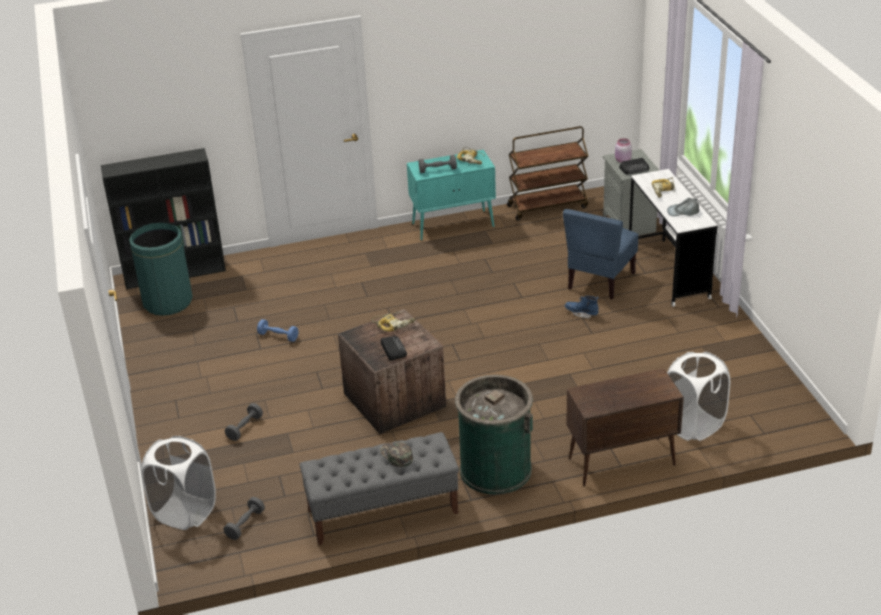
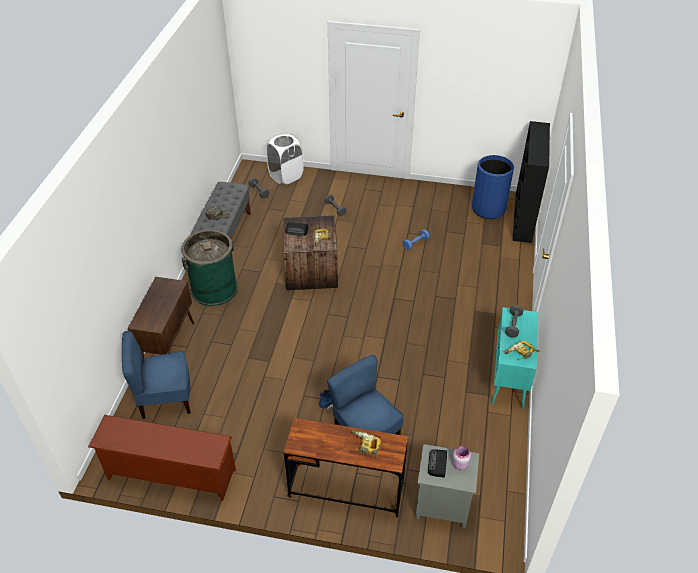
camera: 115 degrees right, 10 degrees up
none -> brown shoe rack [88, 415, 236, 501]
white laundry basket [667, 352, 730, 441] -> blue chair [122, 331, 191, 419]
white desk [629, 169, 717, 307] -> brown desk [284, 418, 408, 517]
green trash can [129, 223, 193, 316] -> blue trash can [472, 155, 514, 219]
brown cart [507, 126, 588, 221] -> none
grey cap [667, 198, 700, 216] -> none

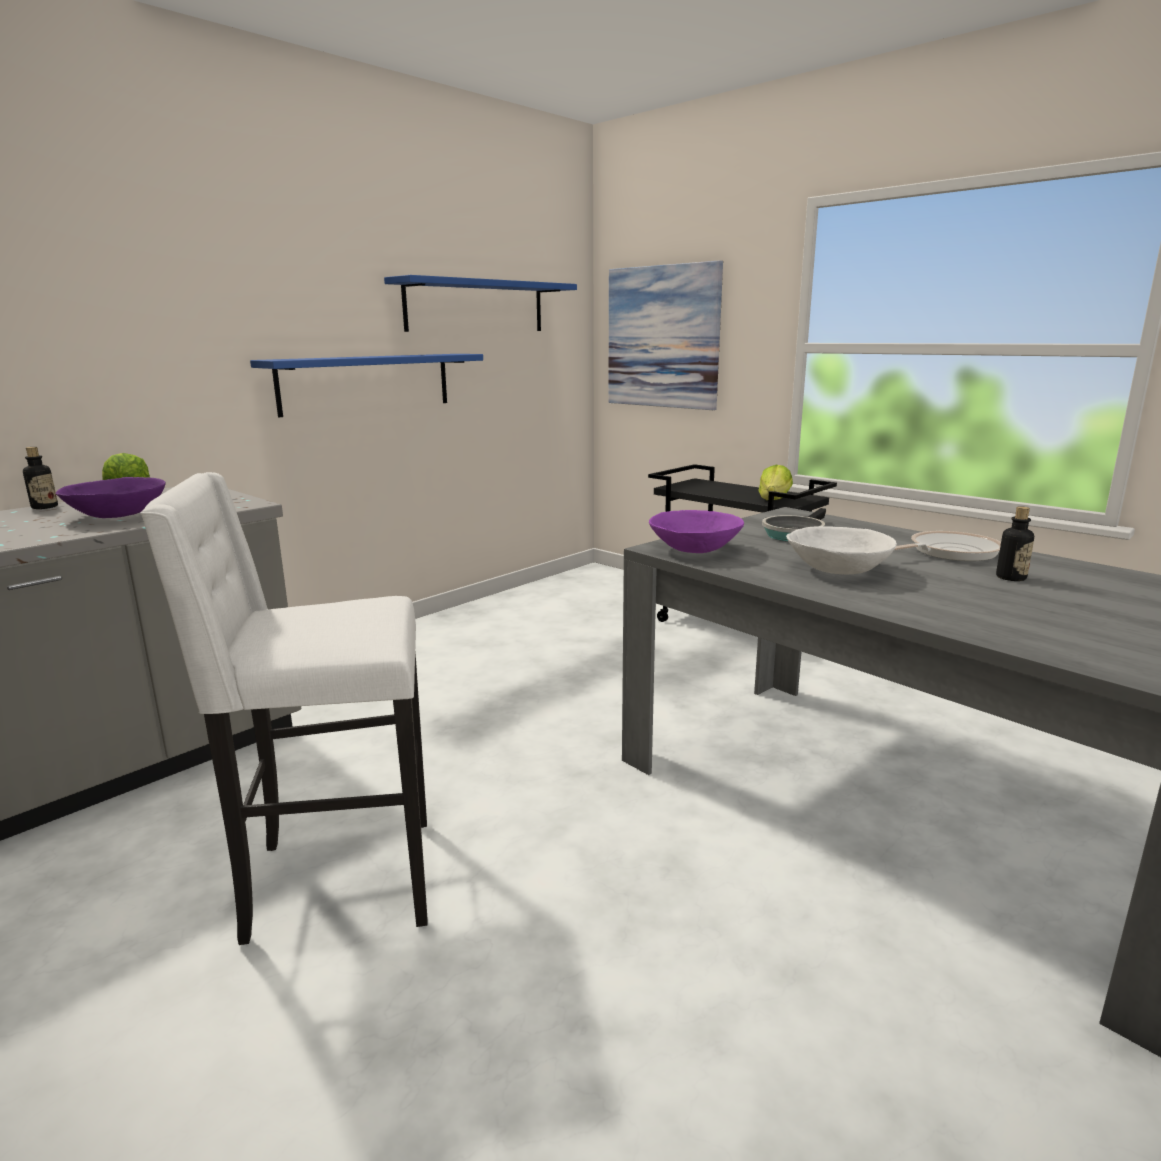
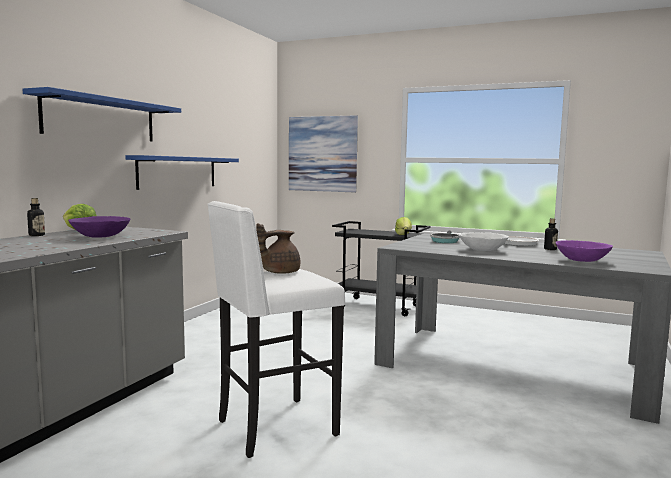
camera: 20 degrees left, 10 degrees down
blue shelf [384, 275, 577, 332] -> blue shelf [23, 87, 181, 141], move
none -> brown teapot [256, 223, 301, 274]
purple bowl [649, 510, 744, 553] -> purple bowl [556, 240, 613, 262], move

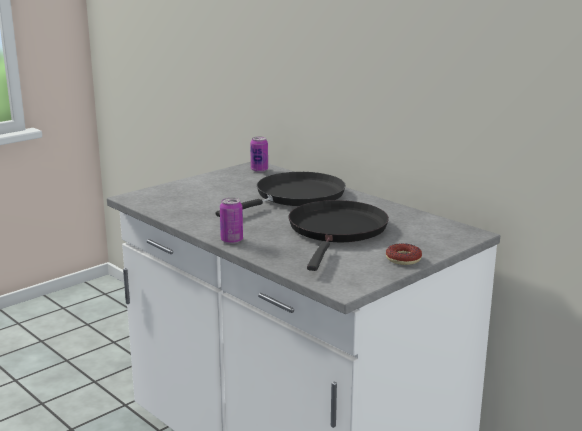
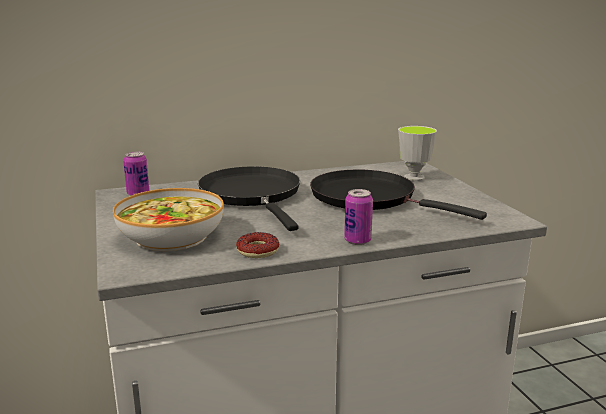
camera: 65 degrees left, 0 degrees up
none -> bowl [113, 188, 224, 251]
donut [386, 243, 422, 265] -> donut [236, 232, 279, 258], move
none -> cup [398, 126, 437, 181]

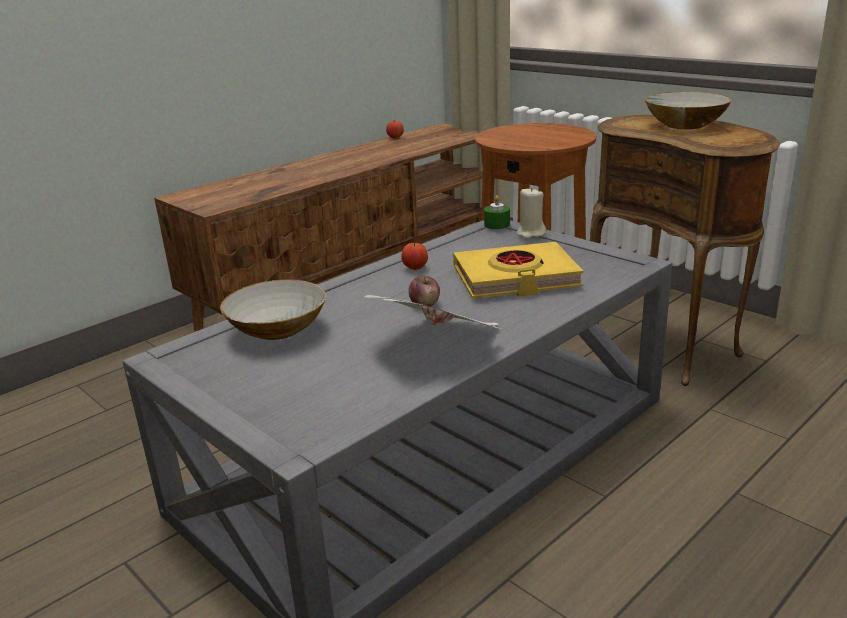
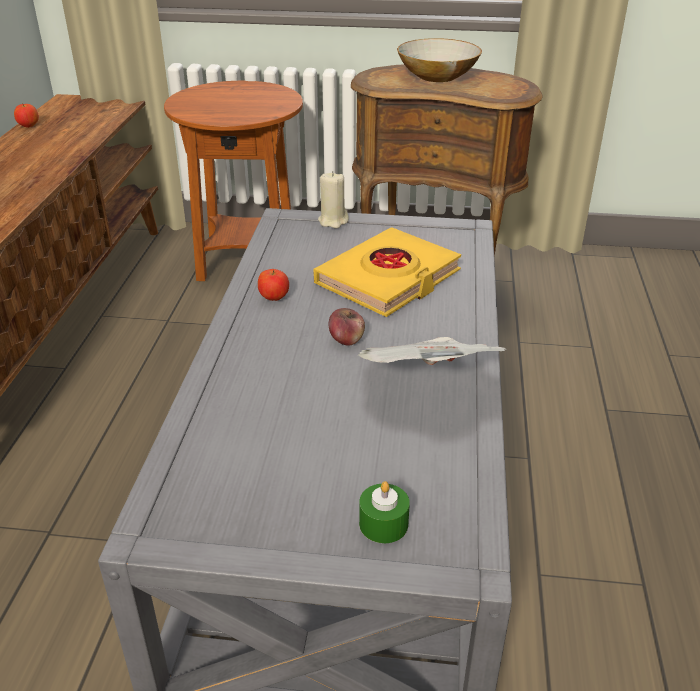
camera: 40 degrees left, 10 degrees up
green candle [484, 195, 510, 229] -> green candle [359, 481, 410, 543], move
bowl [220, 280, 326, 340] -> none

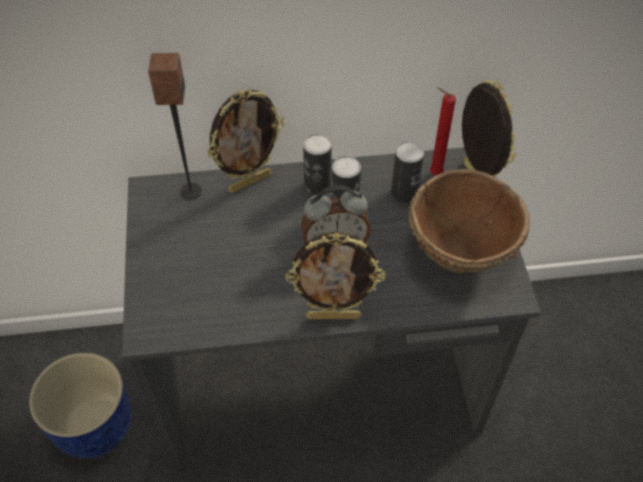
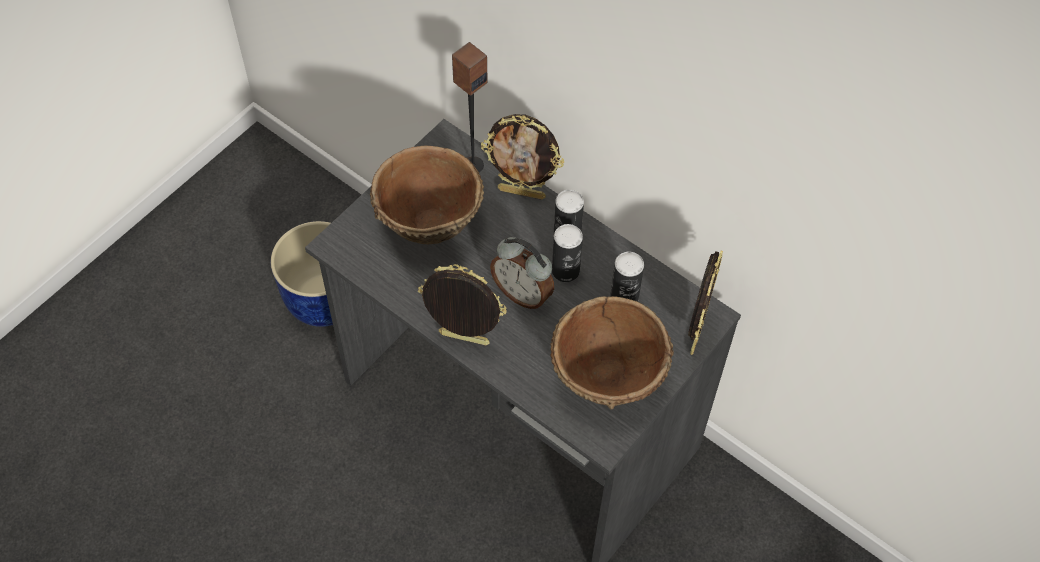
camera: 45 degrees right, 5 degrees up
none -> brown bowl [370, 145, 484, 245]
picture frame [285, 232, 385, 320] -> picture frame [418, 264, 507, 346], 150 degrees clockwise
red candle [430, 87, 456, 175] -> none

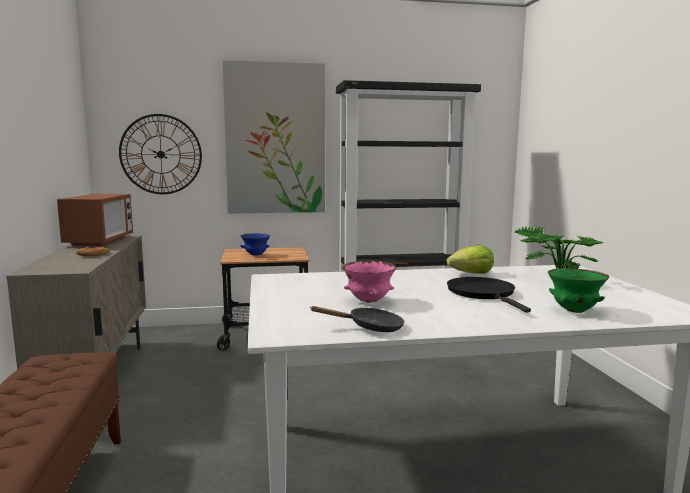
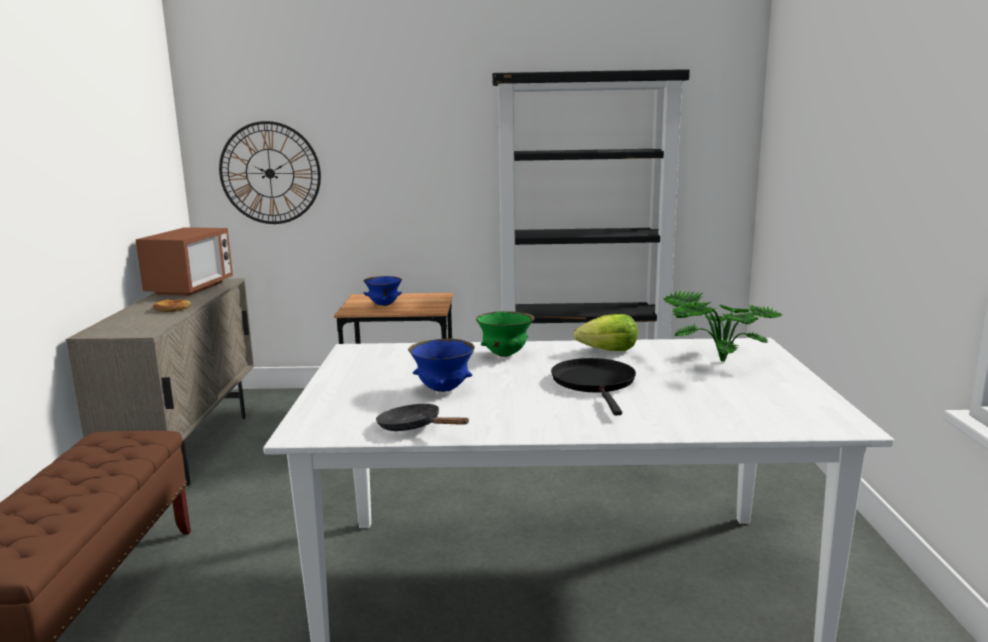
camera: 10 degrees right, 5 degrees up
black frying pan [311, 306, 405, 332] -> black frying pan [376, 404, 469, 431], 150 degrees counterclockwise
pink bowl [342, 260, 397, 303] -> blue bowl [408, 338, 475, 392]
green bowl [548, 268, 609, 313] -> green bowl [476, 311, 534, 357], move
picture [223, 60, 325, 213] -> none

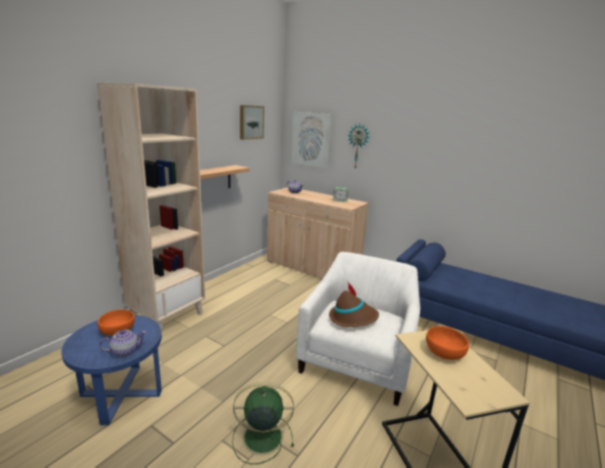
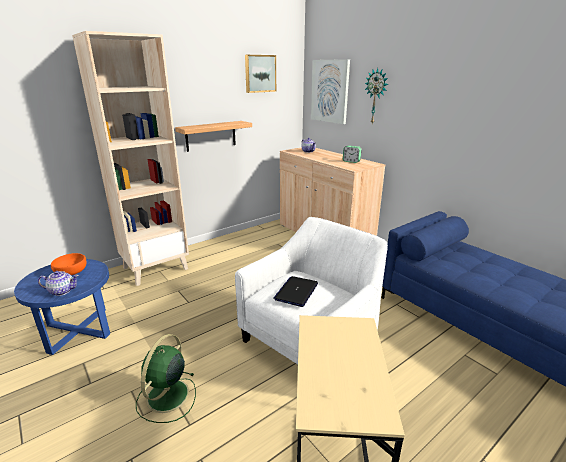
camera: 20 degrees right, 5 degrees up
green fan [232, 382, 294, 464] -> green fan [136, 334, 196, 423], 90 degrees counterclockwise
brown hat [329, 281, 379, 327] -> laptop [273, 276, 318, 307]
orange bowl [426, 326, 469, 360] -> none

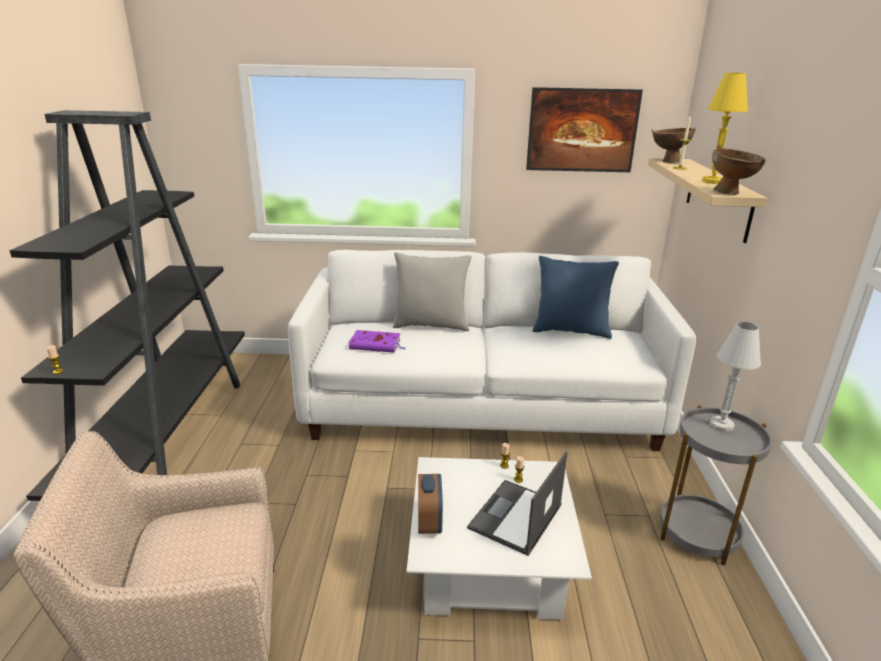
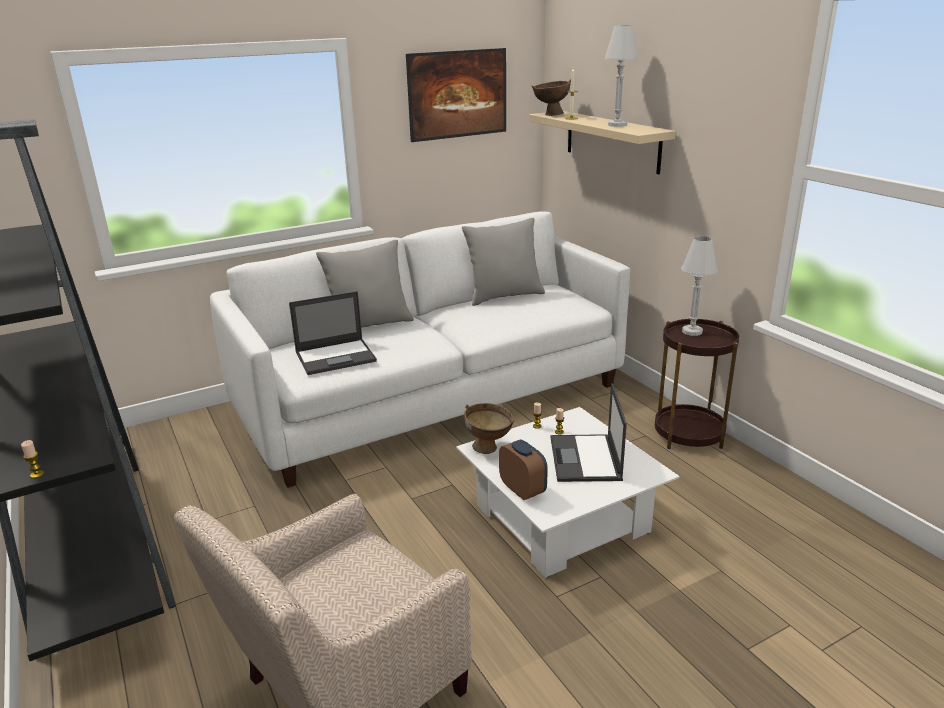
camera: 30 degrees left, 0 degrees up
purple book [349, 330, 405, 353] -> laptop [289, 291, 377, 375]
blue pillow [532, 256, 619, 339] -> grey pillow [462, 218, 545, 306]
brown bowl [712, 145, 766, 195] -> brown bowl [464, 403, 514, 454], move
yellow table lamp [702, 73, 748, 184] -> white table lamp [604, 25, 638, 127]
grey side table [660, 405, 772, 565] -> brown side table [655, 319, 739, 449]

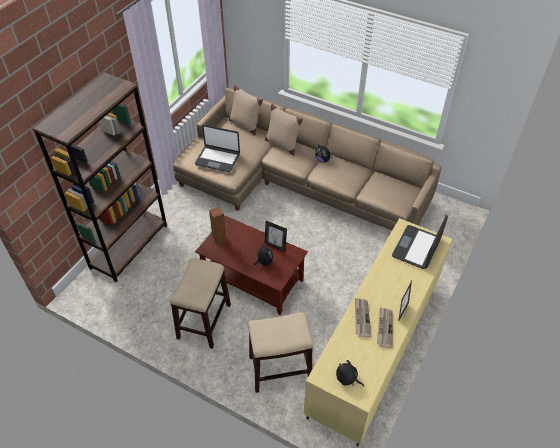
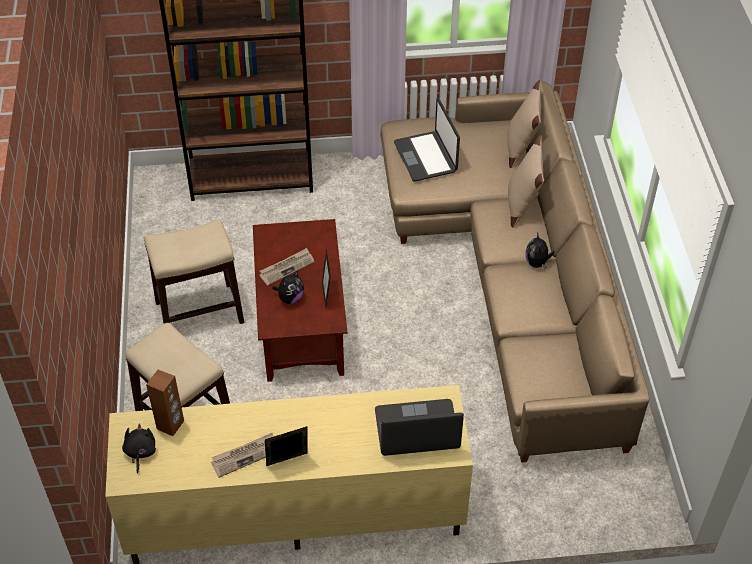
camera: 55 degrees right, 0 degrees up
brown speaker [209, 206, 227, 245] -> brown speaker [146, 370, 184, 436], move
newspaper [355, 298, 372, 337] -> newspaper [259, 248, 314, 285], move

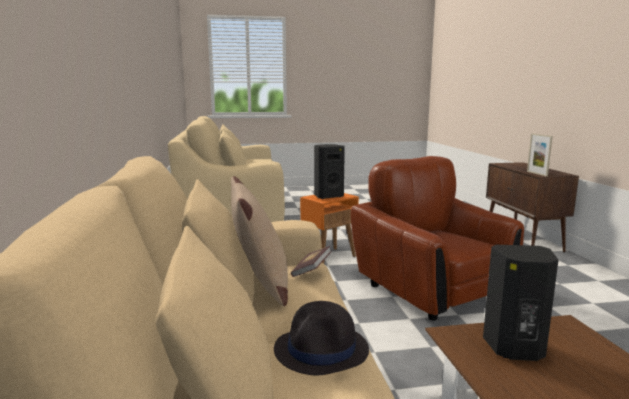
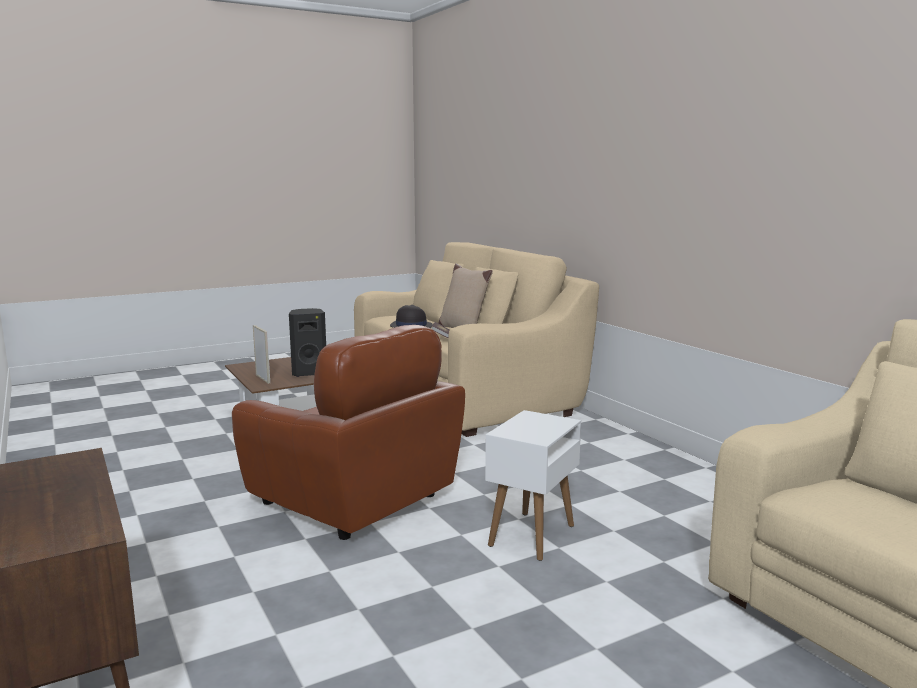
camera: 160 degrees right, 0 degrees up
picture frame [527, 134, 553, 176] -> picture frame [253, 325, 270, 384], move
orange side table [300, 193, 359, 263] -> white side table [485, 410, 581, 561]
black speaker [314, 144, 345, 199] -> none

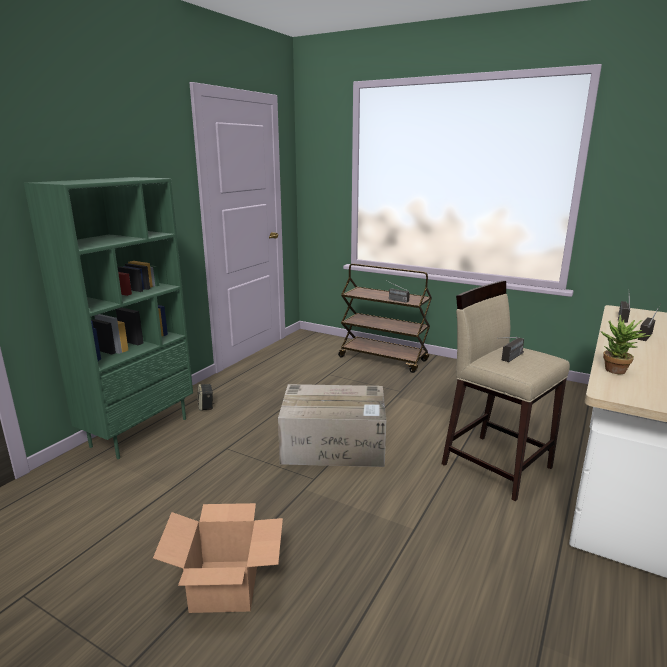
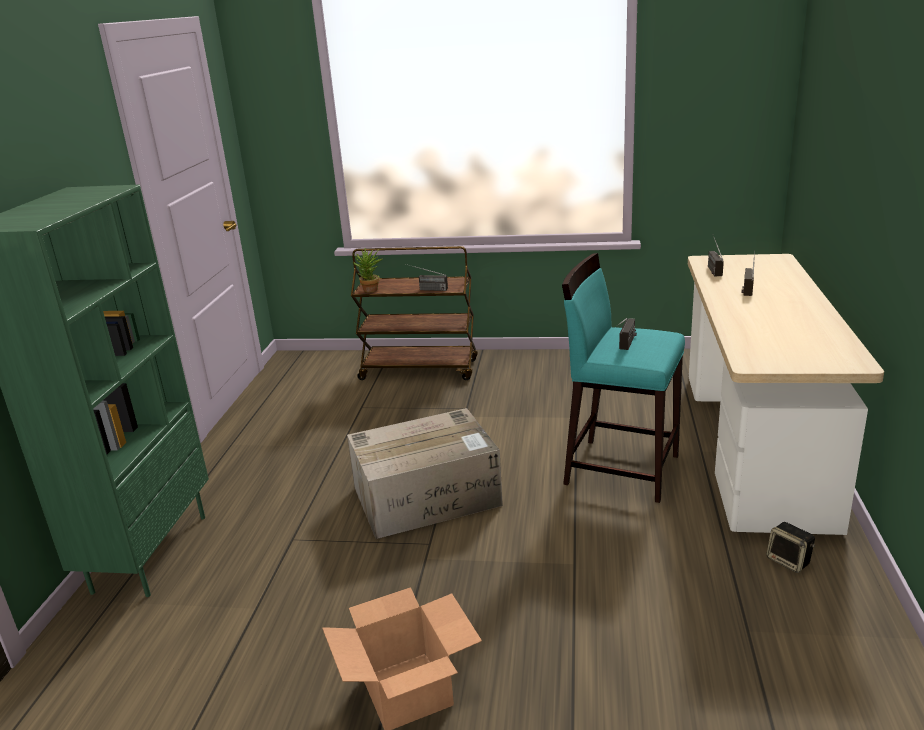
camera: 20 degrees left, 5 degrees up
potted plant [601, 315, 652, 374] -> potted plant [353, 248, 383, 292], move
beige stool [442, 281, 570, 502] -> turquoise stool [562, 253, 685, 503]
speaker [197, 384, 214, 411] -> speaker [766, 522, 815, 573], move

